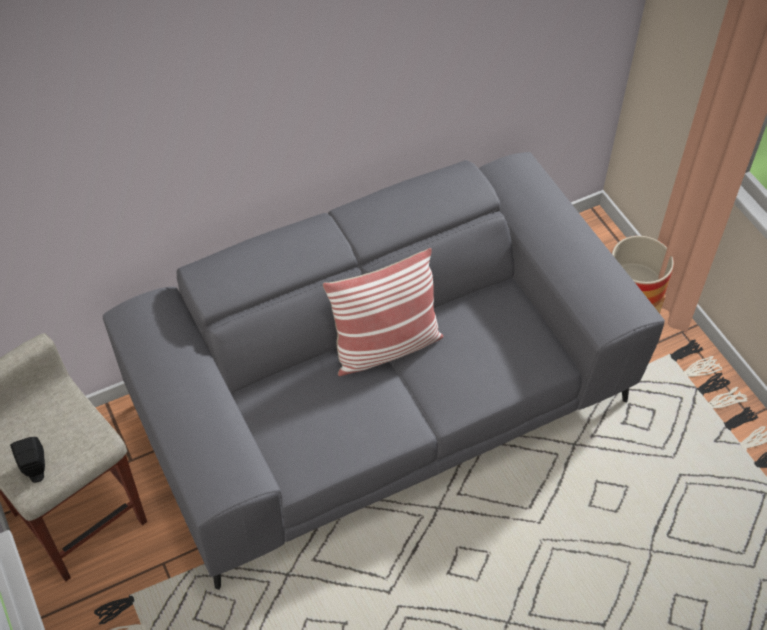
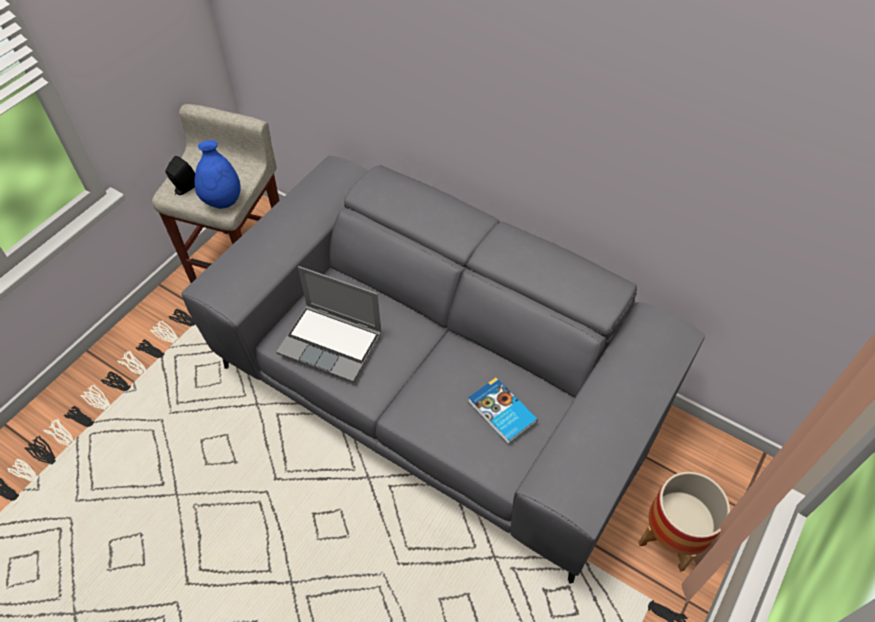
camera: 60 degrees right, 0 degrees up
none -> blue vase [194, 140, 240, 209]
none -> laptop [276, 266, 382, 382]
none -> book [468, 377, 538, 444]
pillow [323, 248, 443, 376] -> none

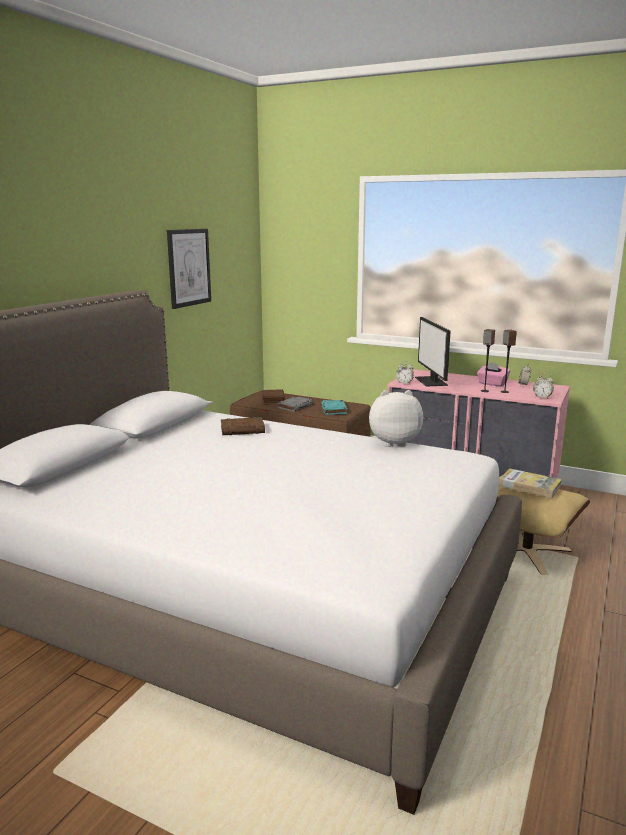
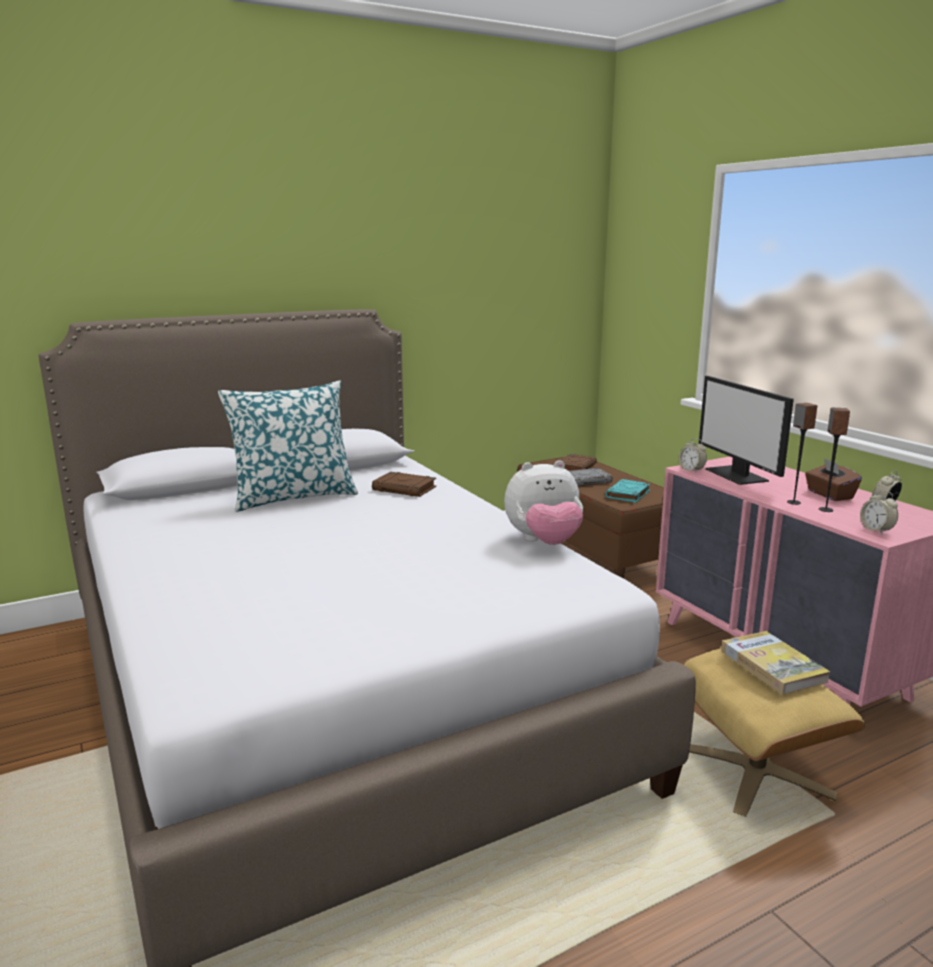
camera: 35 degrees right, 0 degrees up
none -> pillow [218, 380, 358, 512]
plush toy [369, 390, 423, 447] -> plush toy [504, 460, 583, 545], 135 degrees clockwise
monitor [415, 317, 451, 387] -> monitor [699, 376, 794, 485], 45 degrees counterclockwise
pink tissue box [477, 362, 510, 387] -> brown tissue box [805, 458, 862, 501]
picture [167, 229, 211, 309] -> none

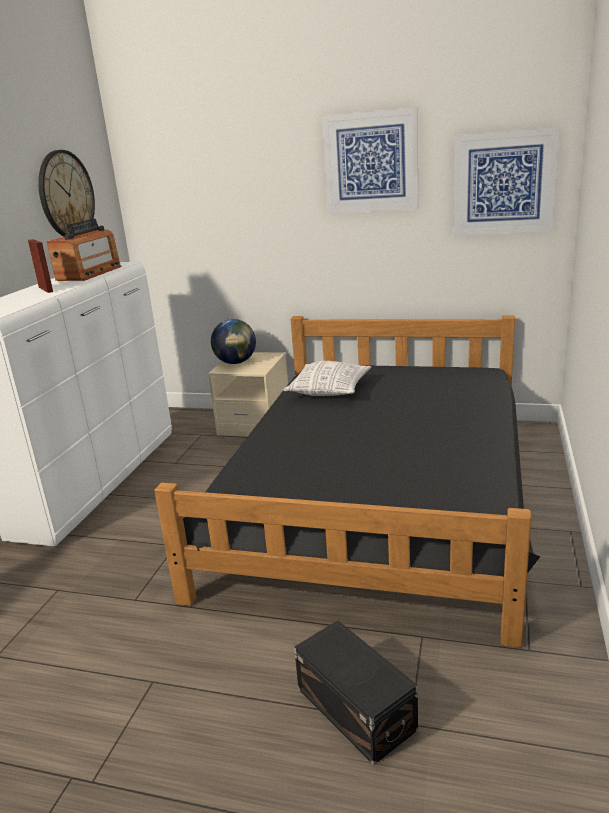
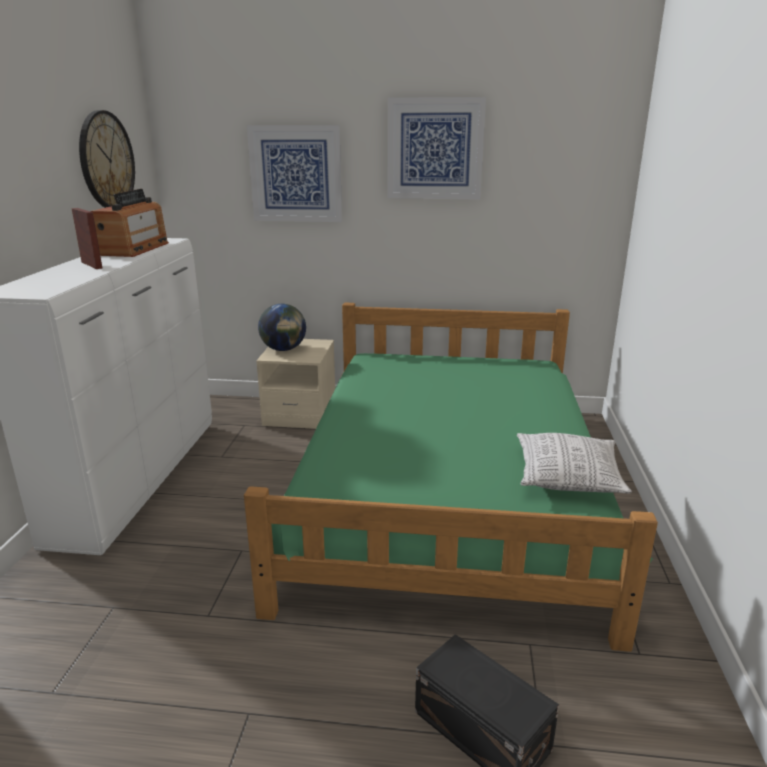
camera: 10 degrees left, 0 degrees up
black bed [154, 315, 541, 648] -> green bed [244, 303, 658, 652]
picture [454, 128, 560, 235] -> picture [247, 125, 342, 222], move
pillow [284, 361, 371, 396] -> pillow [517, 433, 632, 493], move

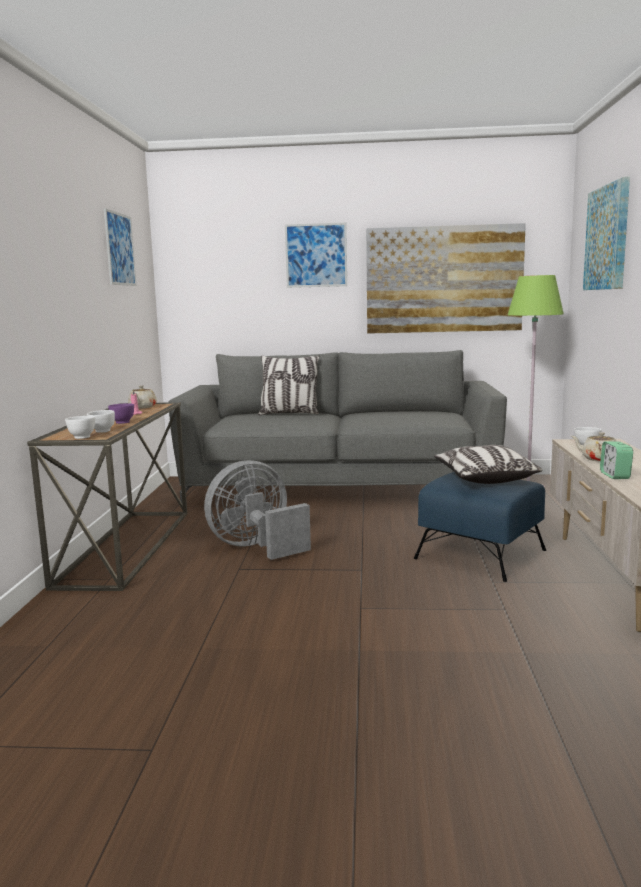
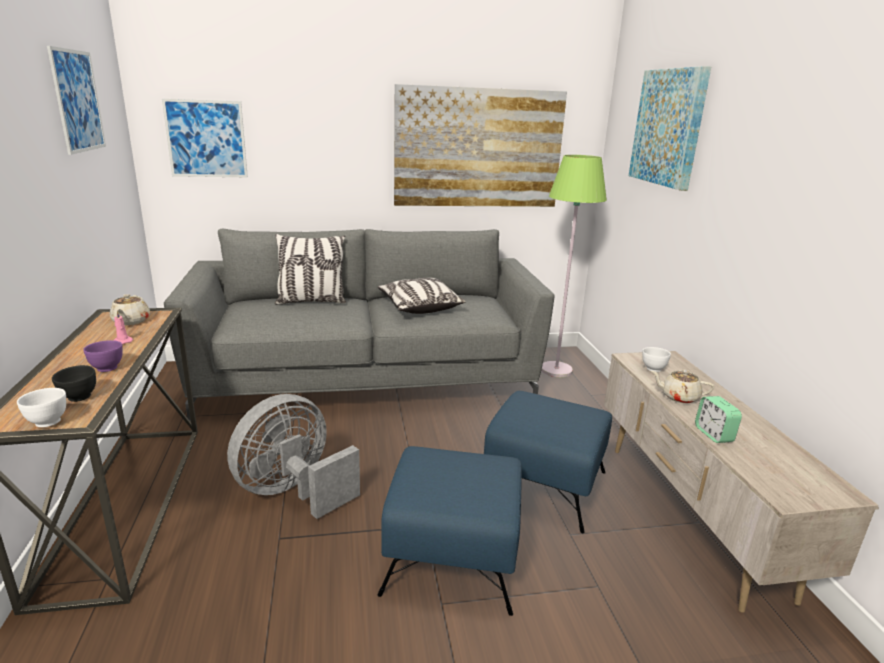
camera: 15 degrees left, 10 degrees up
white bowl [87, 410, 115, 433] -> black bowl [52, 365, 96, 402]
picture [285, 222, 347, 288] -> picture [162, 99, 248, 177], move
none -> blue ottoman [377, 446, 522, 616]
pillow [434, 445, 543, 484] -> pillow [378, 278, 466, 314], move

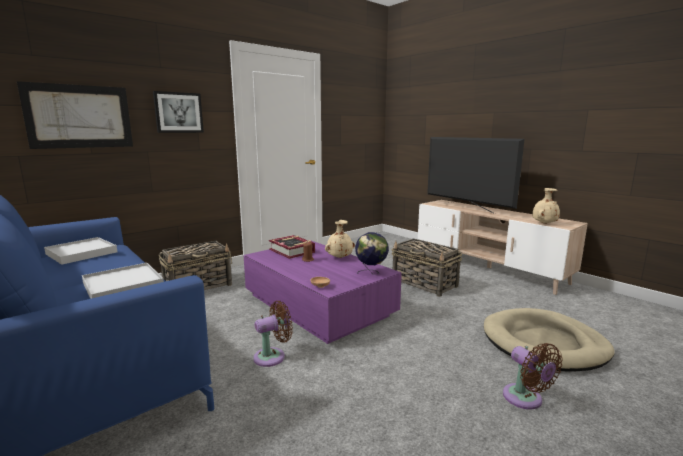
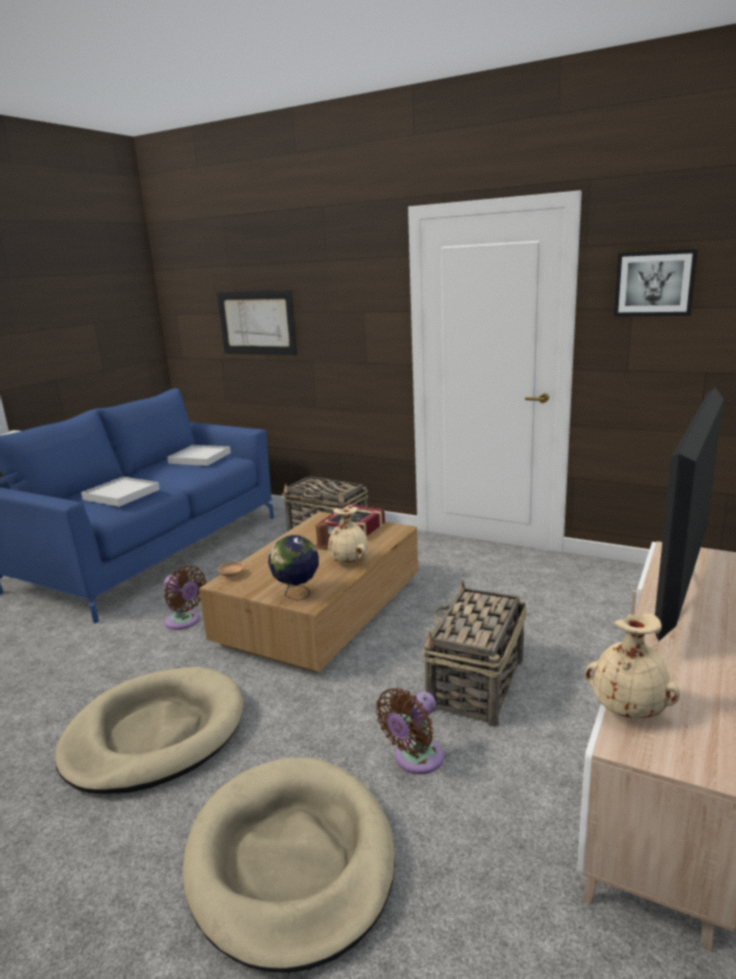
camera: 70 degrees right, 5 degrees up
none -> beige dog bed [55, 667, 243, 794]
purple coffee table [244, 240, 402, 344] -> brown coffee table [199, 512, 418, 673]
brown fan [503, 343, 563, 409] -> brown fan [376, 688, 444, 774], move
picture [153, 91, 204, 133] -> picture [614, 249, 698, 316], move

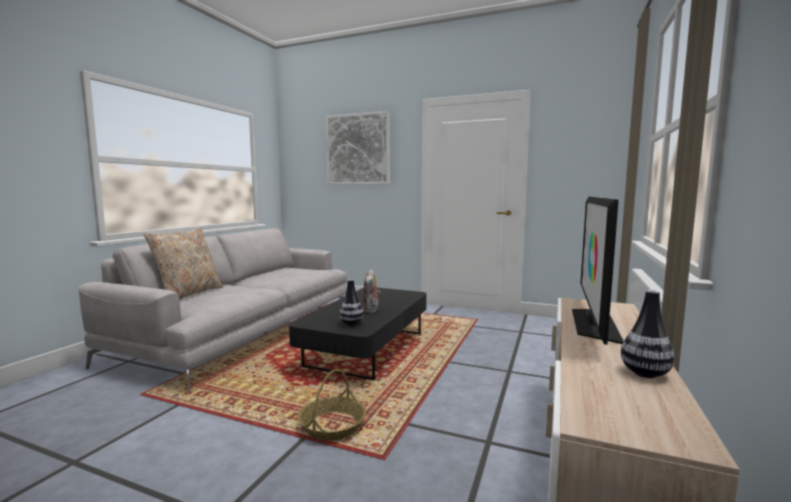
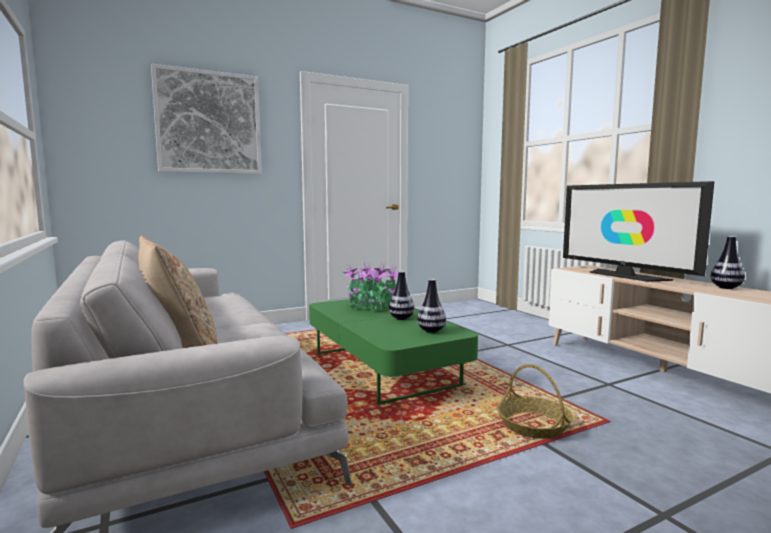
camera: 50 degrees left, 0 degrees up
black coffee table [289, 288, 427, 380] -> green coffee table [309, 297, 478, 405]
none -> potted plant [343, 263, 398, 311]
plush toy [362, 270, 381, 313] -> vase [389, 271, 414, 320]

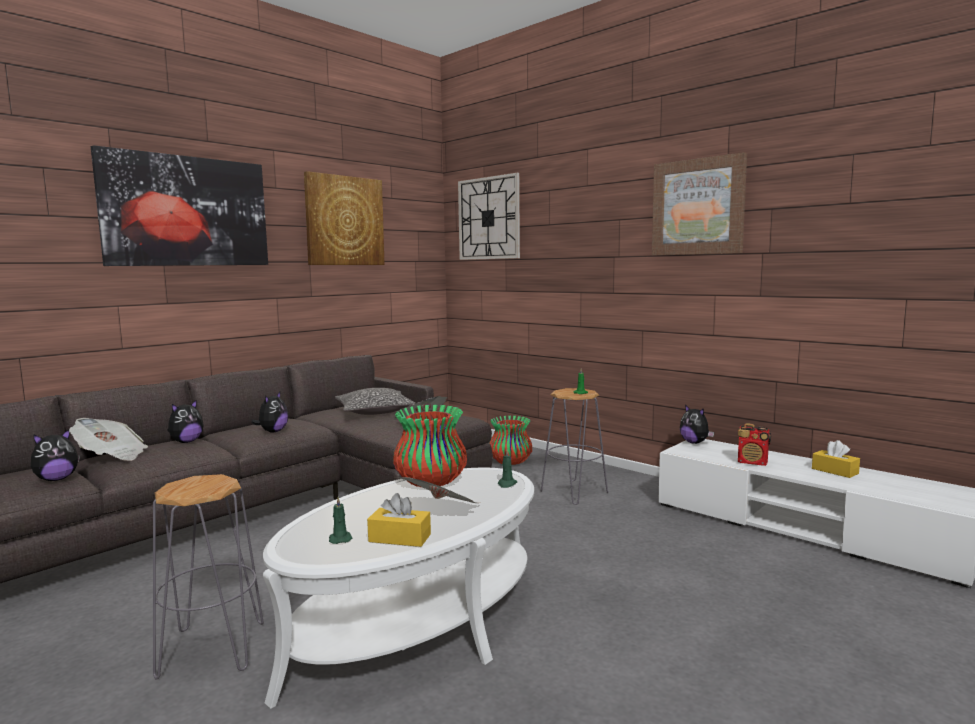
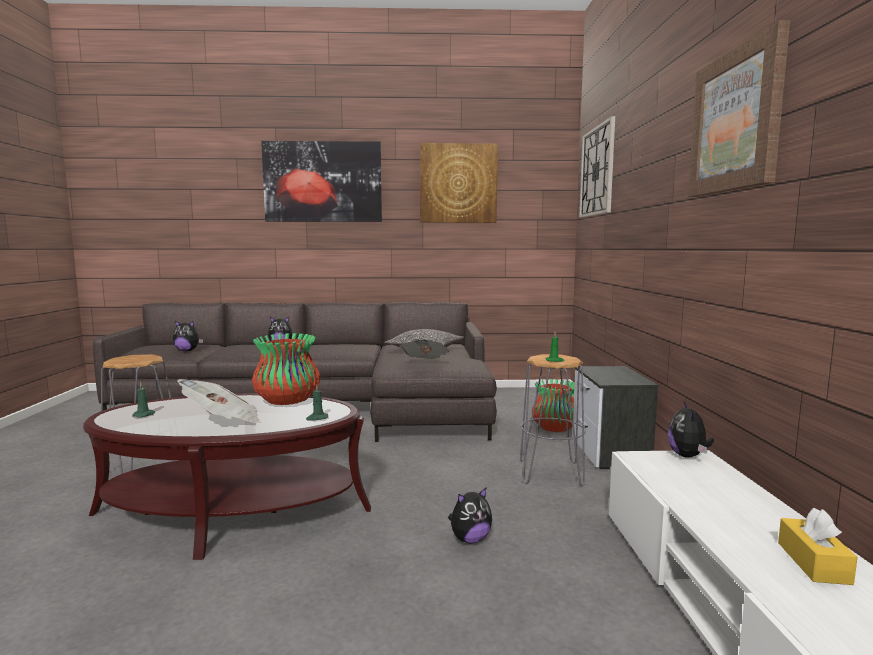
camera: 45 degrees right, 0 degrees up
white coffee table [263, 468, 534, 709] -> brown coffee table [83, 393, 371, 560]
plush toy [251, 392, 288, 432] -> plush toy [448, 488, 492, 543], move
none -> nightstand [572, 366, 658, 469]
newspaper [69, 418, 148, 461] -> none
yellow tissue box [367, 493, 431, 547] -> none
radio [738, 423, 771, 466] -> none

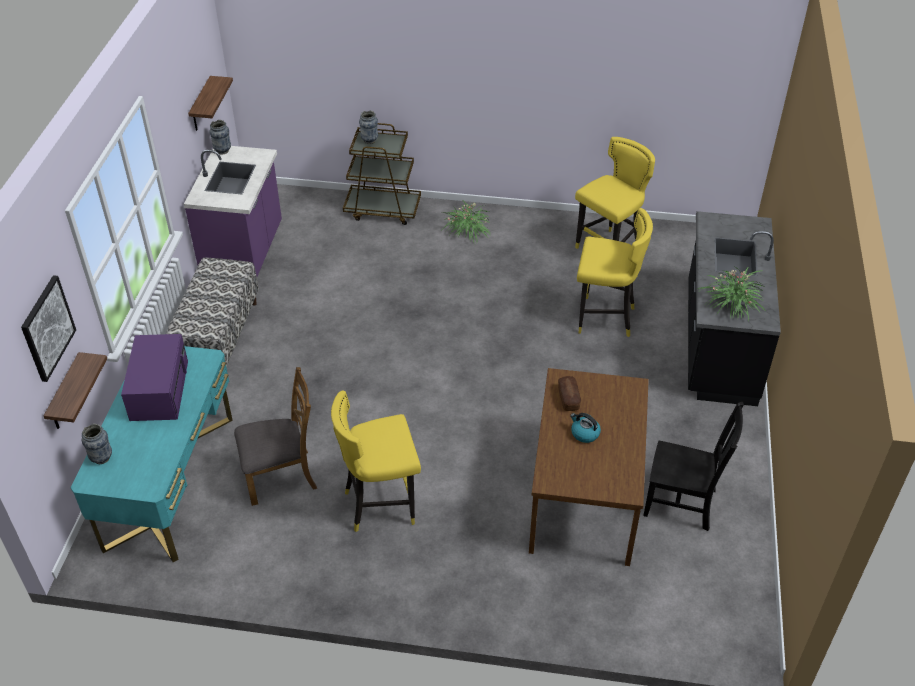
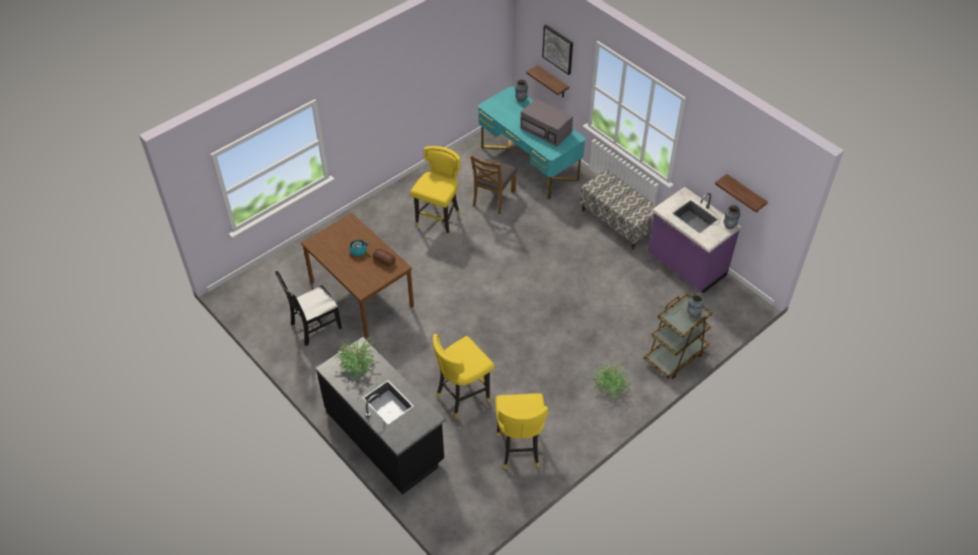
camera: 130 degrees right, 5 degrees up
purple microwave [121, 334, 188, 421] -> grey microwave [520, 98, 573, 147]

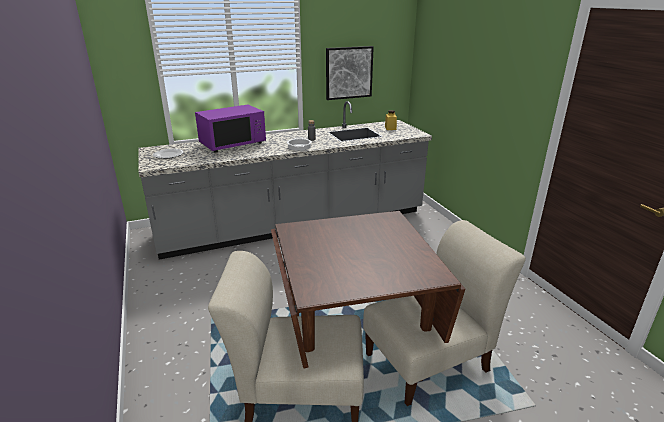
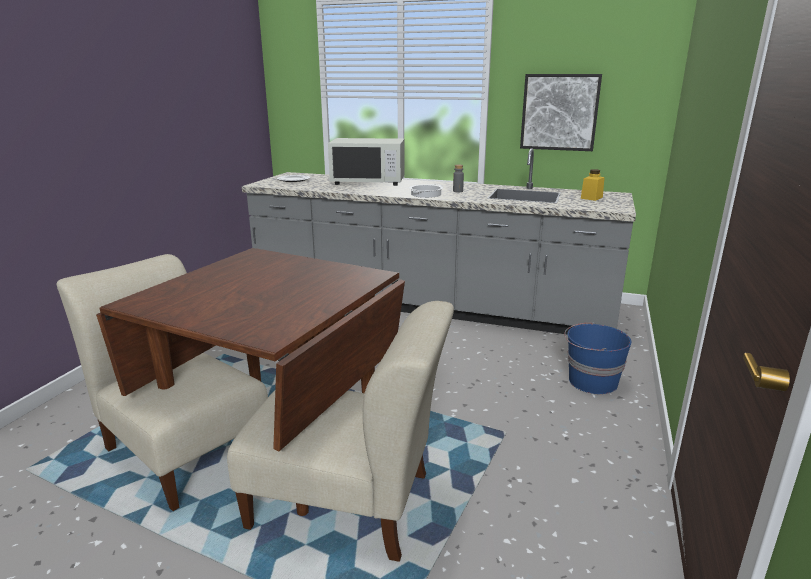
camera: 40 degrees right, 5 degrees down
purple microwave [195, 105, 266, 153] -> white microwave [328, 138, 404, 186]
none -> blue bucket [564, 322, 631, 394]

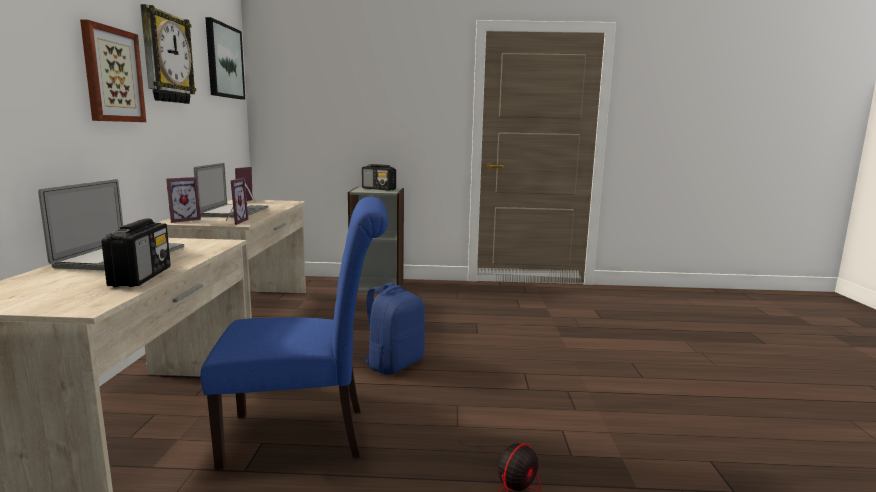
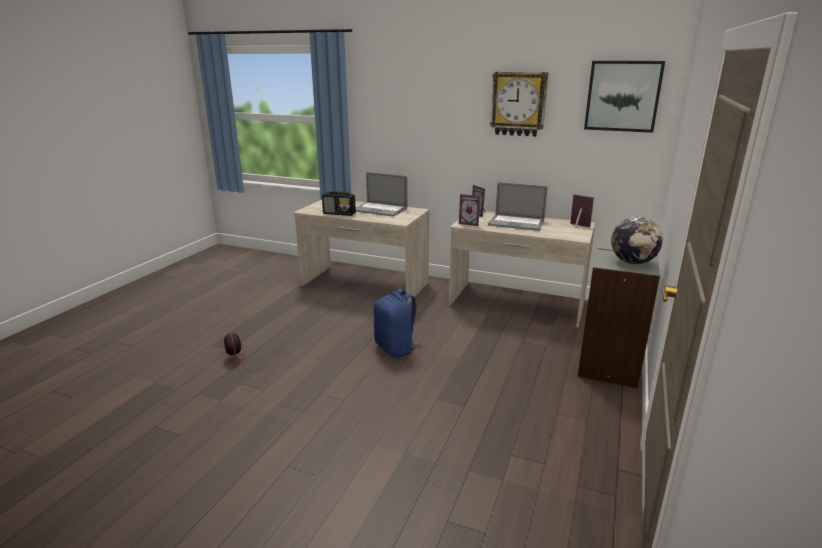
camera: 110 degrees right, 10 degrees up
radio [362, 164, 396, 191] -> globe [611, 217, 663, 264]
picture [80, 20, 146, 122] -> none
blue chair [200, 197, 388, 470] -> none

